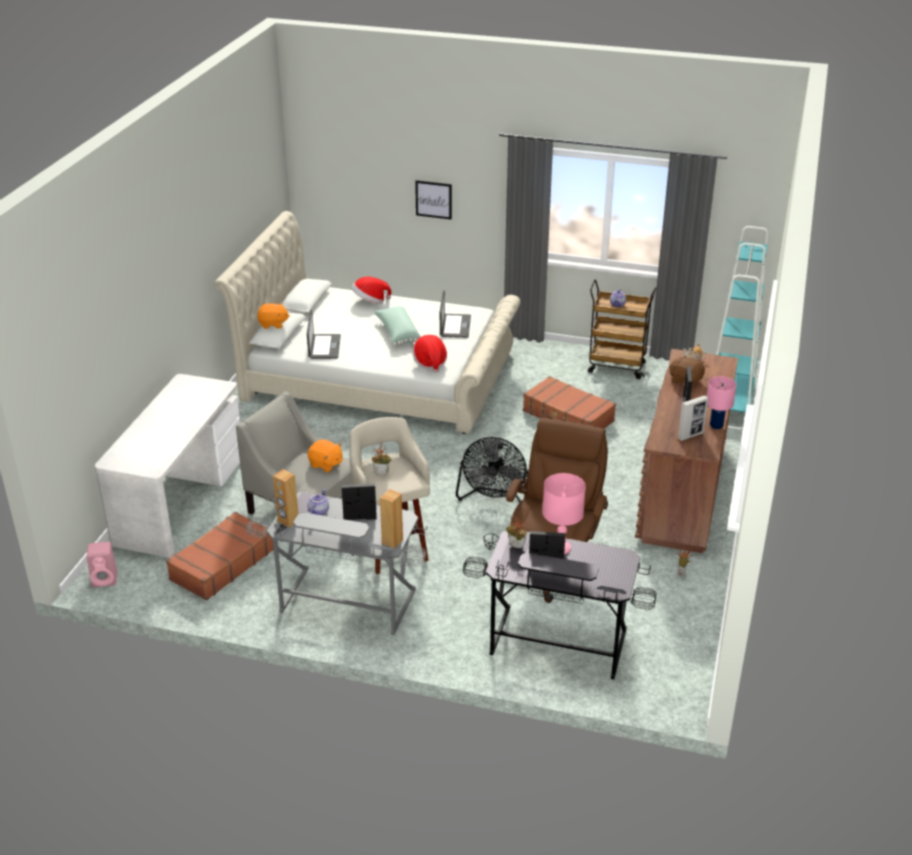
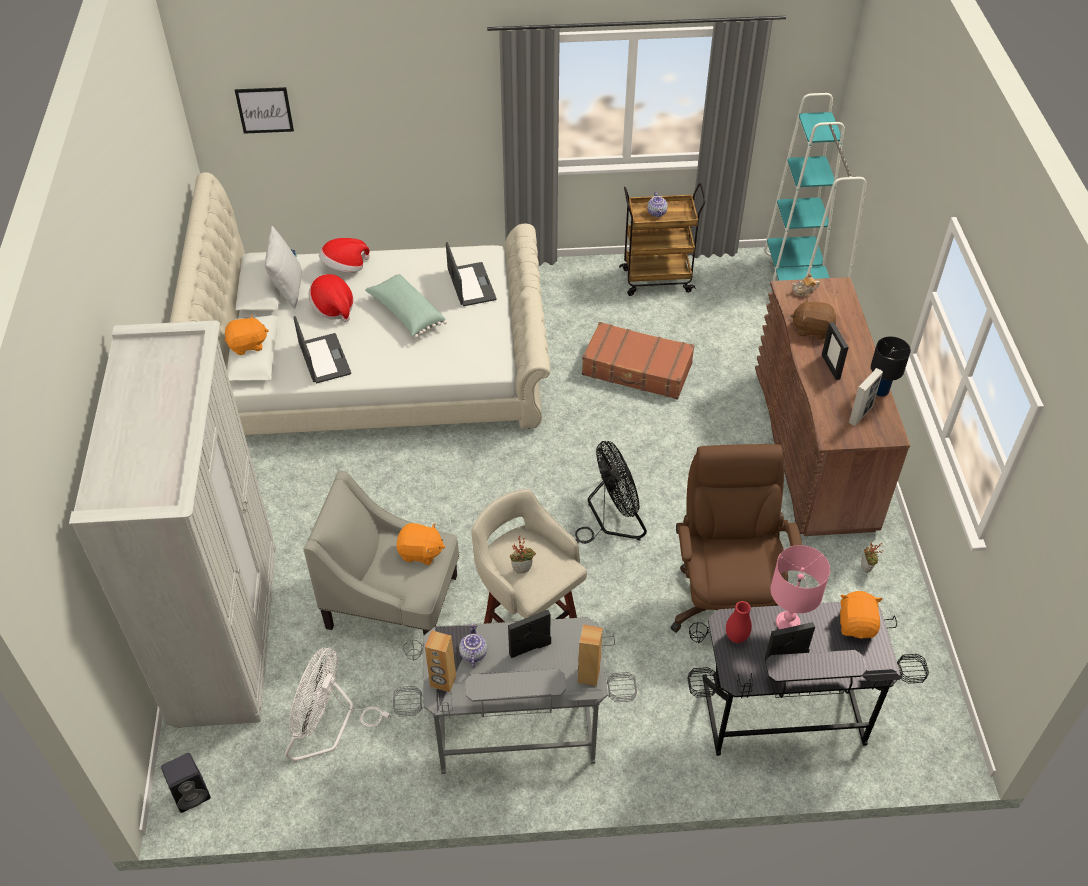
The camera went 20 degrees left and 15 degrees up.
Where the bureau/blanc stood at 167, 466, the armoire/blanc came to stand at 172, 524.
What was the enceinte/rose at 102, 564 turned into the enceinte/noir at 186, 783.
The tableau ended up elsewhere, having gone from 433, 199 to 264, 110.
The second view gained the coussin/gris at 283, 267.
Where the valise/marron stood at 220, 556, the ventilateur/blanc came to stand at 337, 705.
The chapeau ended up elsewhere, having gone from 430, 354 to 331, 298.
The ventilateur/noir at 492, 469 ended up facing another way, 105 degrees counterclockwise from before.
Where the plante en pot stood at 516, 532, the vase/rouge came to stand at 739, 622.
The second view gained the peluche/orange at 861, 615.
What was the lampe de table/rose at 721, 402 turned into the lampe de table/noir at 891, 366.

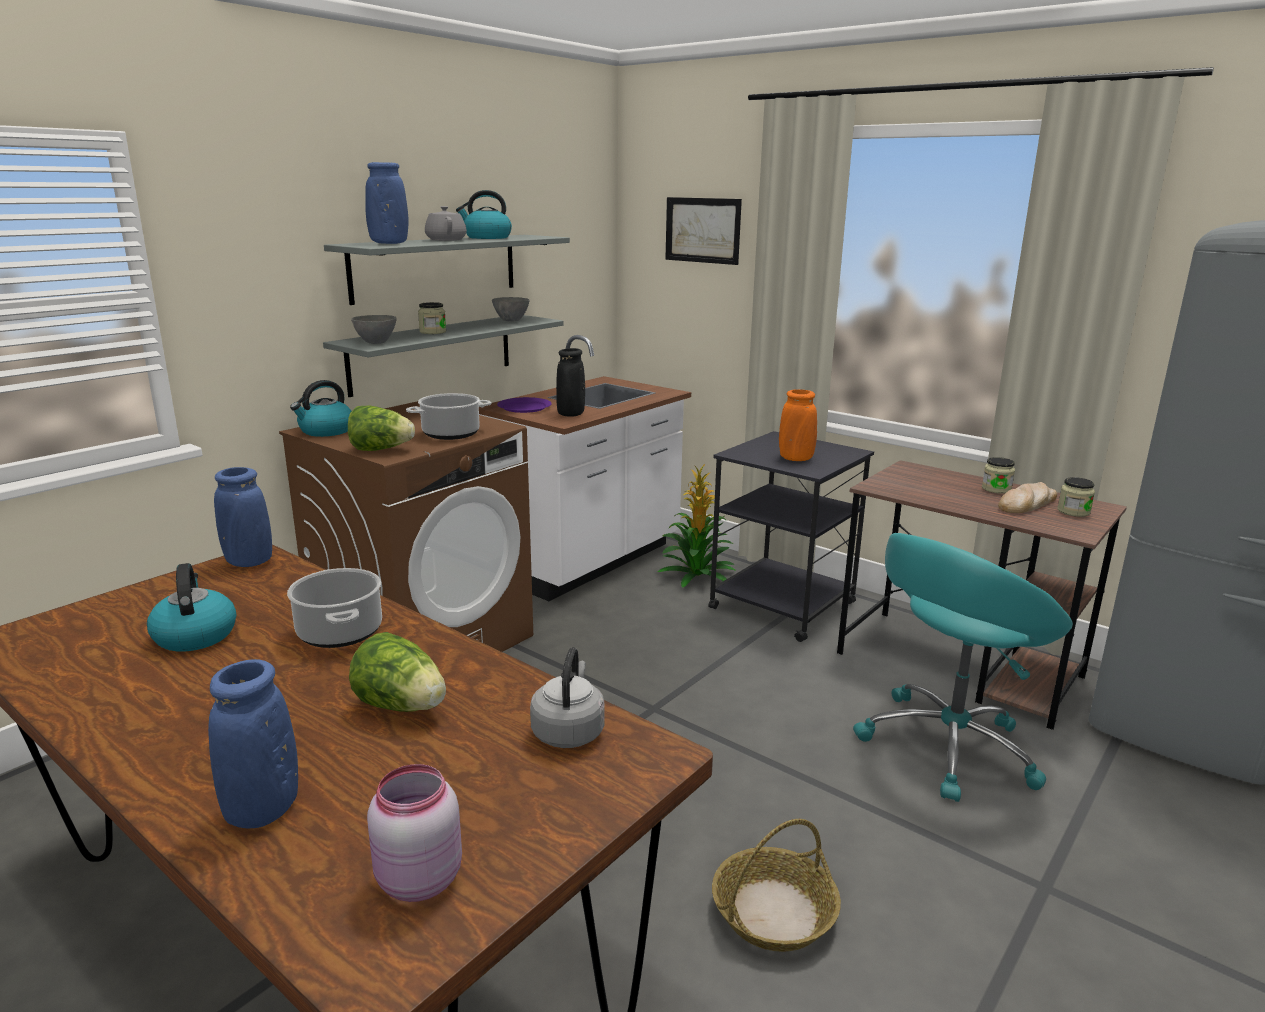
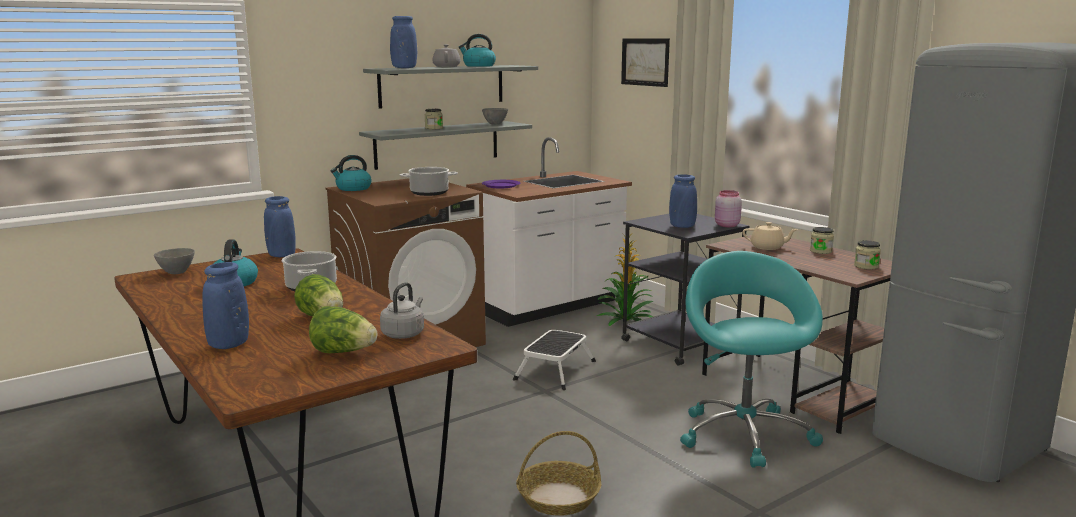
The camera went 15 degrees right and 5 degrees down.
The bol/gris ended up elsewhere, having gone from 374, 329 to 174, 261.
The laitue ended up elsewhere, having gone from 381, 428 to 343, 329.
The second view gained the escabeau/noir at 554, 360.
What was the vase/orange at 798, 425 turned into the vase/bleu at 683, 201.
The chaise de bureau/turquoise at 963, 667 ended up facing another way, 105 degrees clockwise from before.
The bocal/rose ended up elsewhere, having gone from 414, 833 to 728, 208.
The second view gained the théière/beige at 770, 236.
The second view lost the vase/noir at 570, 382.
The second view lost the pain at 1027, 497.

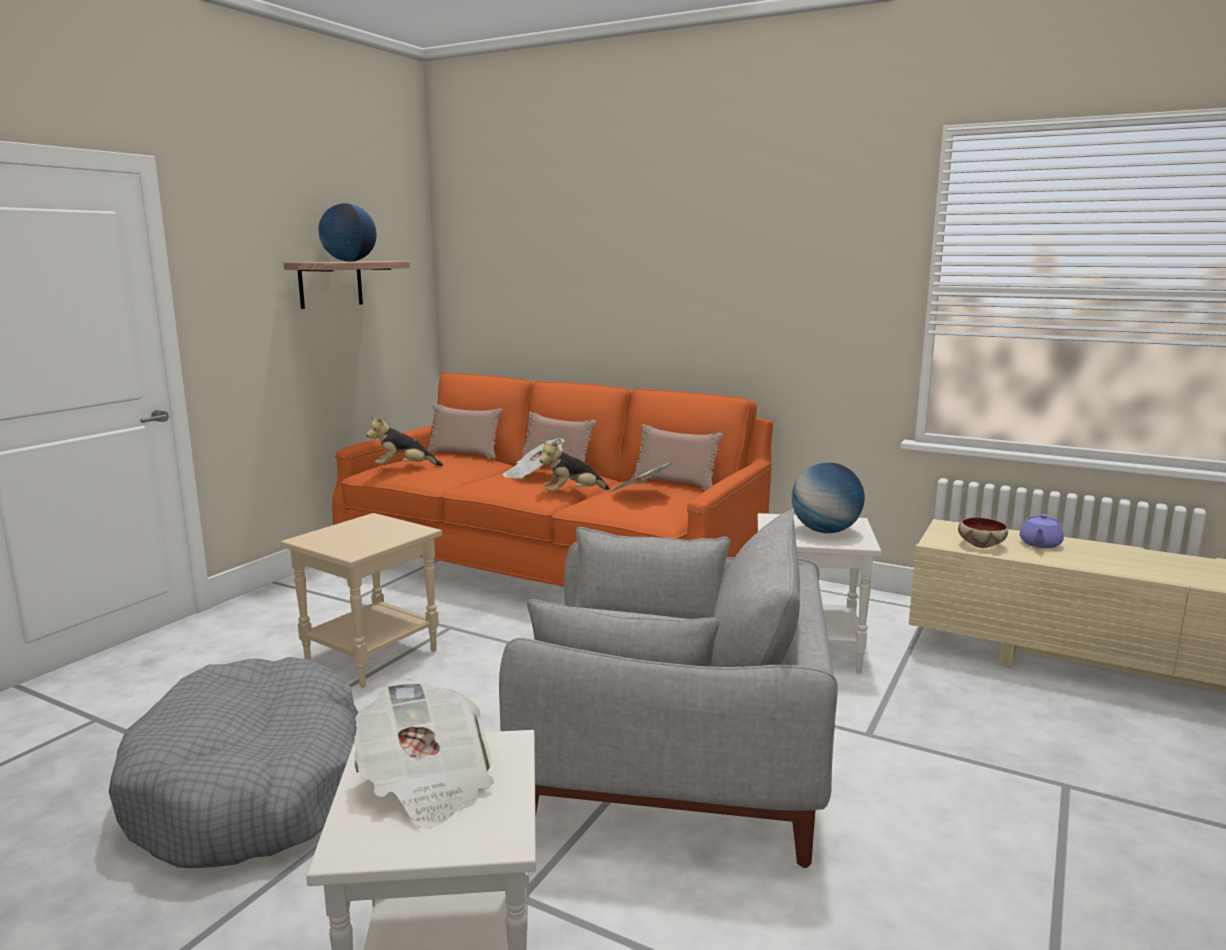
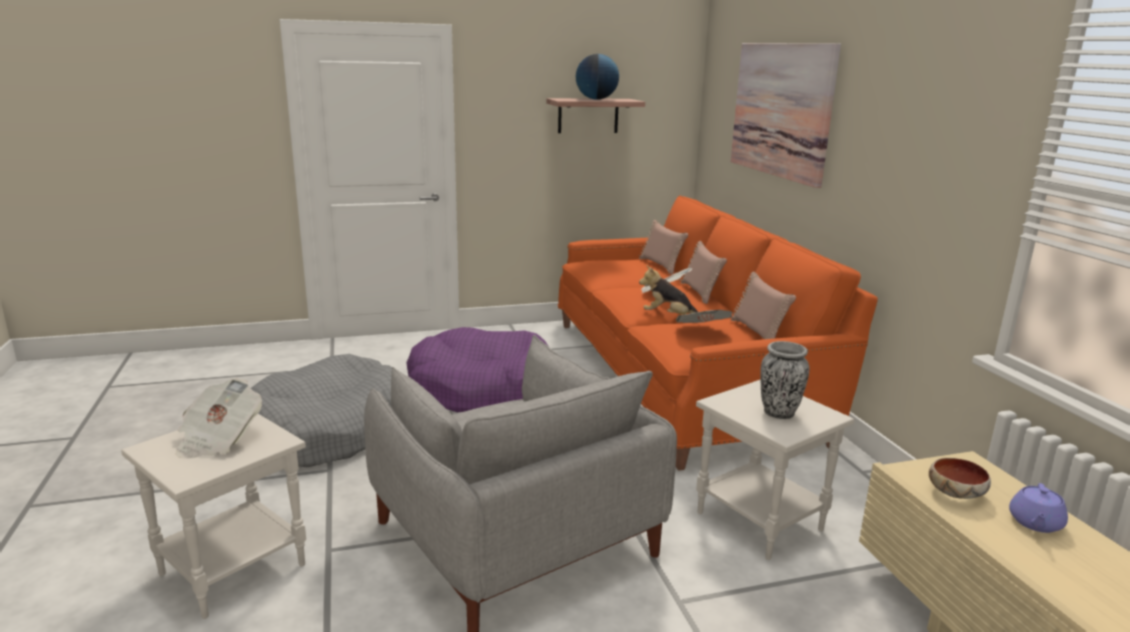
The camera went 45 degrees right and 5 degrees up.
Where the table d'appoint/beige stood at 361, 600, the panier pour chien/violet came to stand at 477, 369.
The second view gained the tableau at 786, 115.
Where the globe stood at 828, 497, the vase came to stand at 784, 380.
The théière/violet at 1042, 531 ended up facing another way, 45 degrees counterclockwise from before.
The second view lost the peluche at 404, 441.

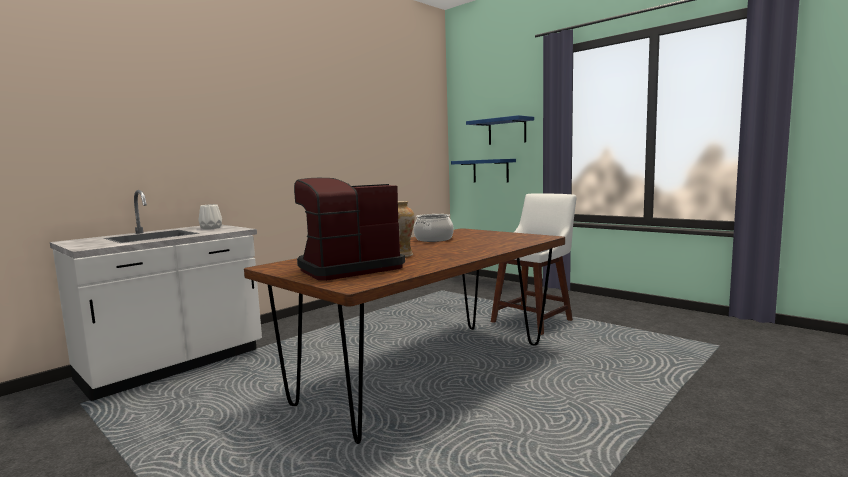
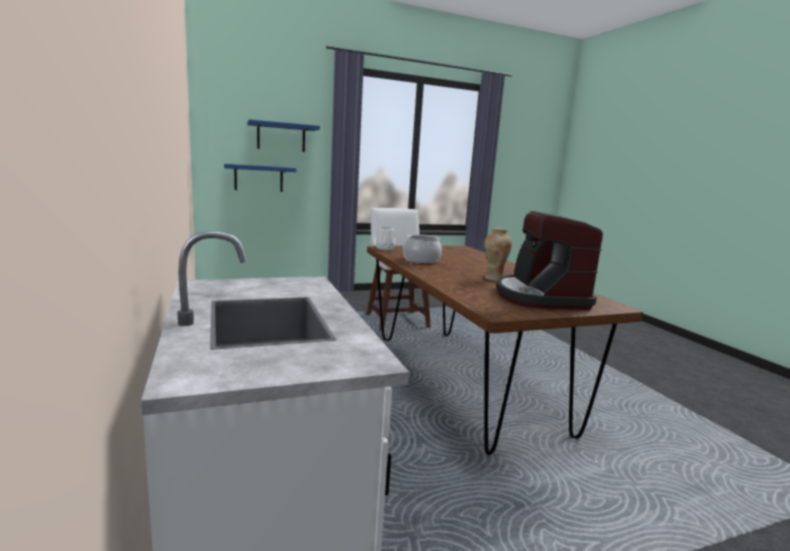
The camera went 65 degrees left and 5 degrees up.
The vase/blanc ended up elsewhere, having gone from 210, 216 to 386, 239.

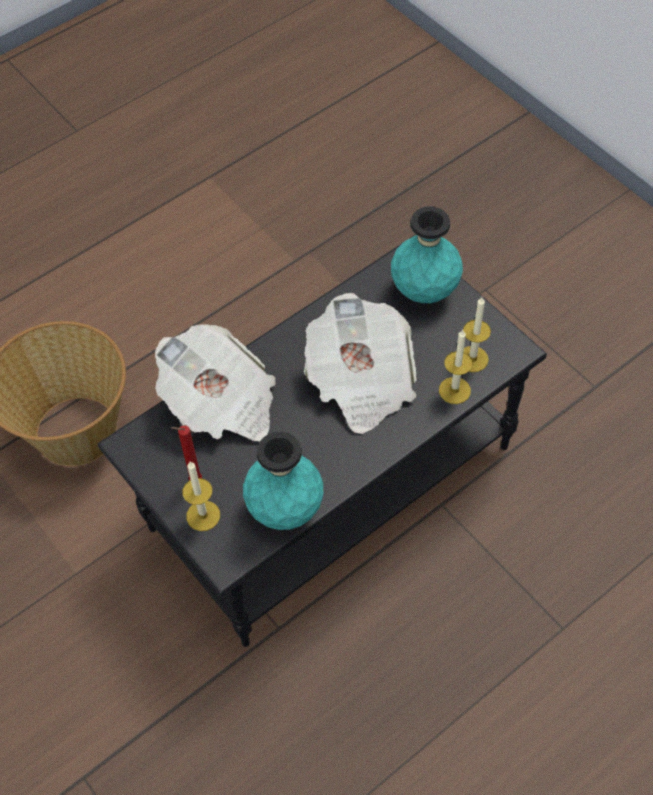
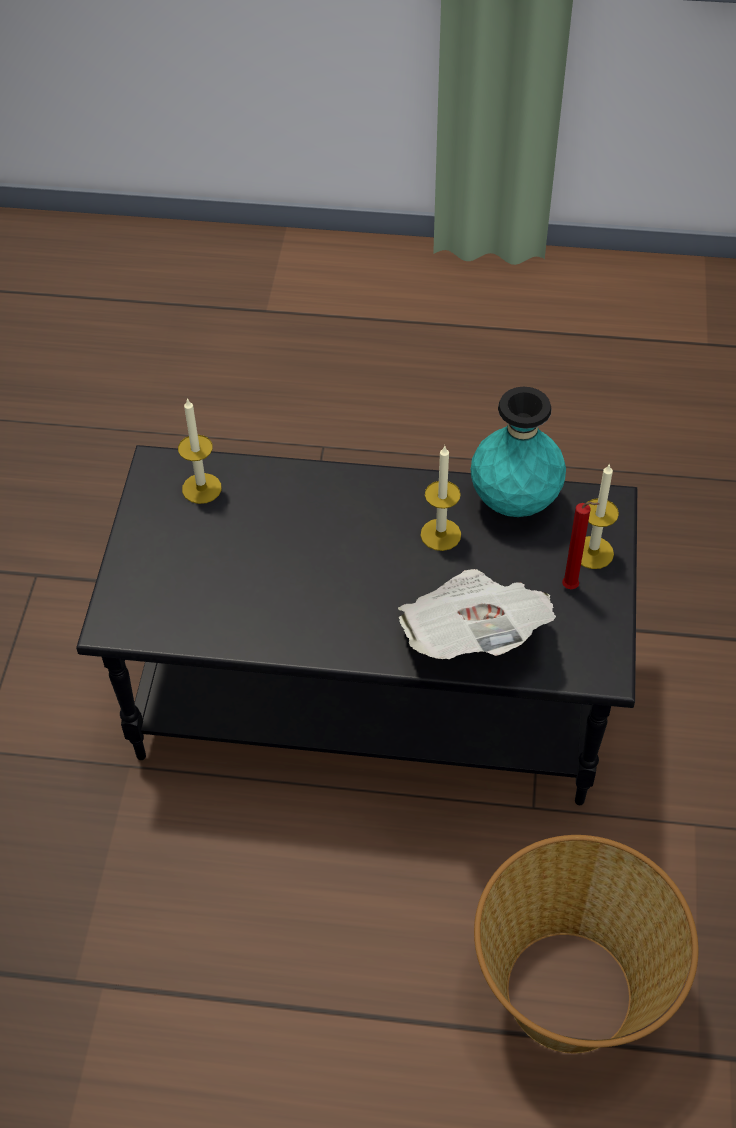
The camera went 135 degrees left and 5 degrees down.
The bougie ended up elsewhere, having gone from 456, 367 to 440, 498.
The second view lost the journal at 360, 363.
The second view lost the vase/turquoise at 427, 254.

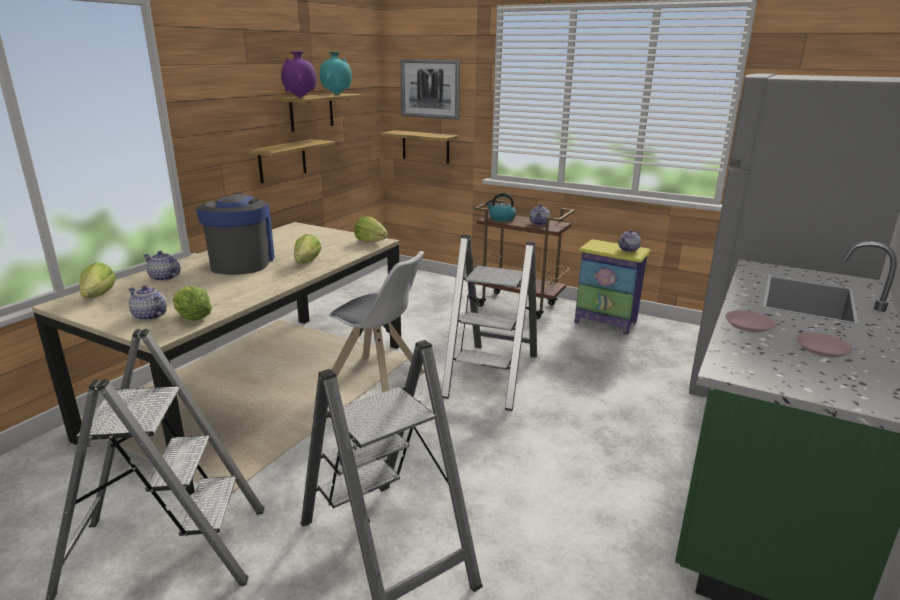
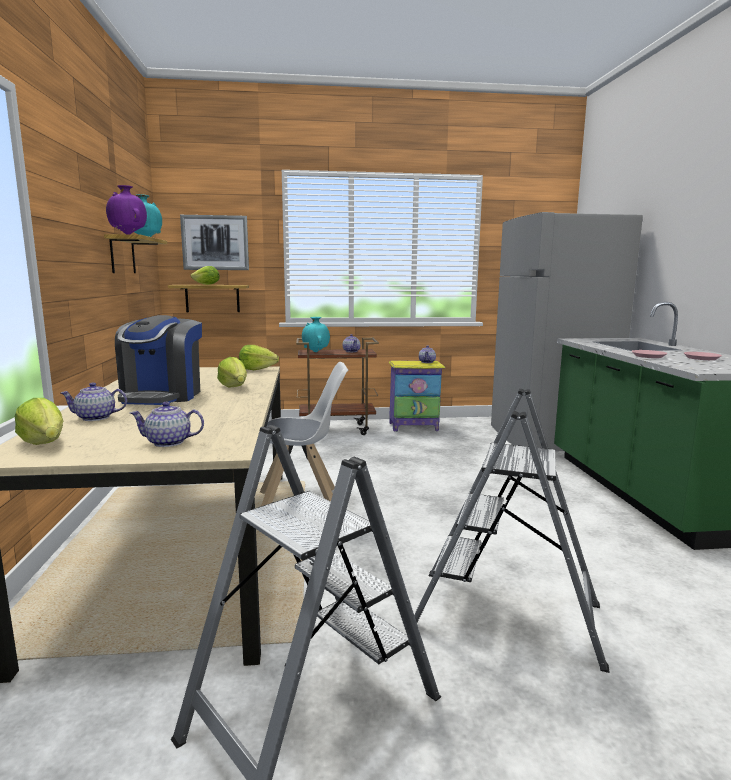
The camera went 35 degrees left and 10 degrees down.
The machine à café at 235, 234 ended up facing another way, 135 degrees counterclockwise from before.
The laitue ended up elsewhere, having gone from 192, 303 to 205, 275.
Where the bouilloire stood at 501, 207, the vase/turquoise came to stand at 316, 334.
The second view lost the étagère at 291, 161.
The second view lost the escabeau/gris at 489, 322.

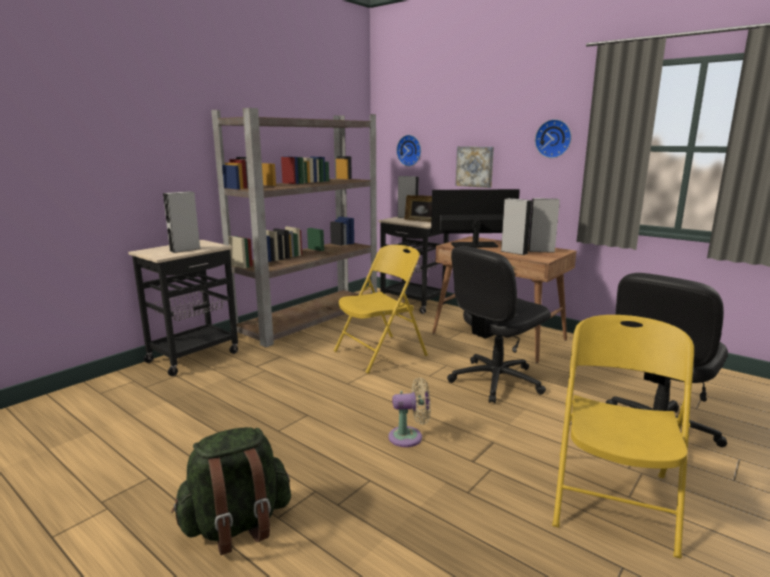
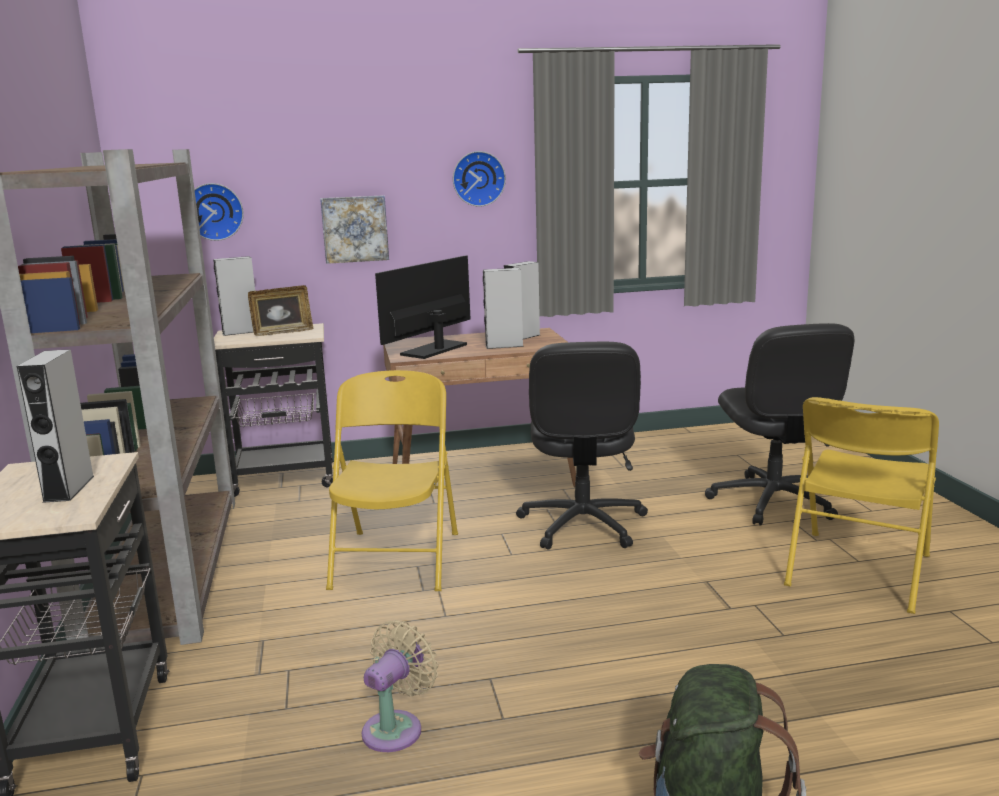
The camera went 50 degrees left and 0 degrees up.
The ventilateur/beige ended up elsewhere, having gone from 409, 412 to 400, 686.
The chaise/jaune at 623, 437 ended up facing another way, 120 degrees counterclockwise from before.

